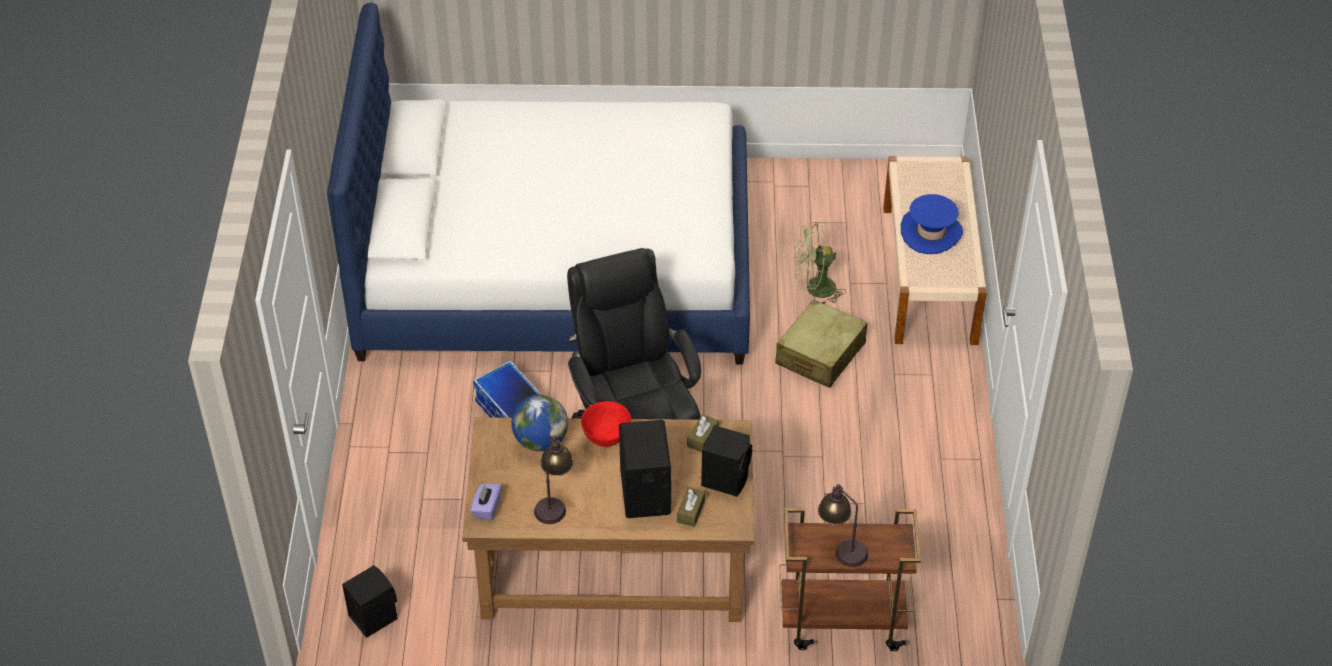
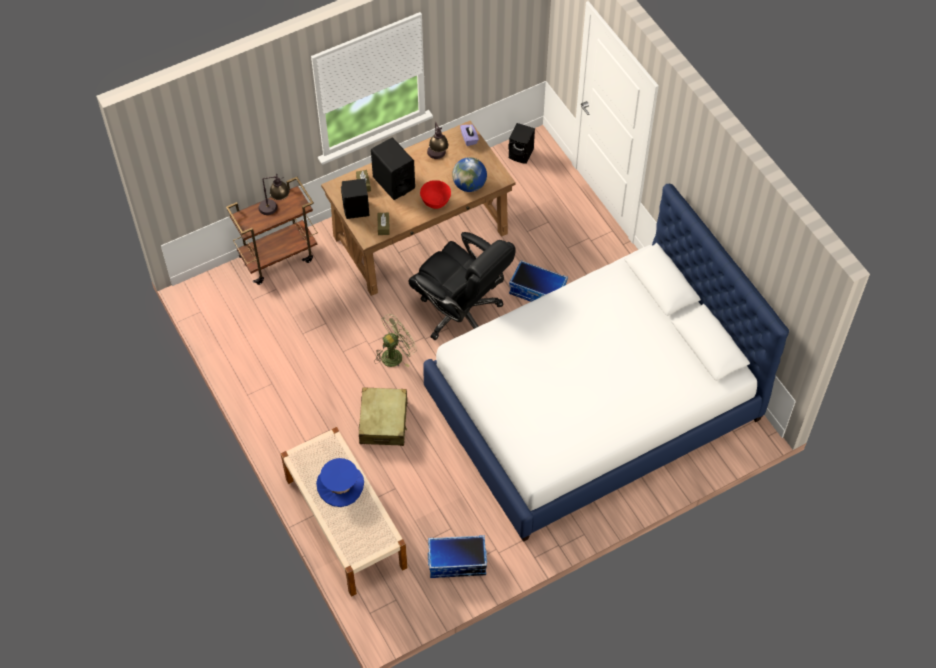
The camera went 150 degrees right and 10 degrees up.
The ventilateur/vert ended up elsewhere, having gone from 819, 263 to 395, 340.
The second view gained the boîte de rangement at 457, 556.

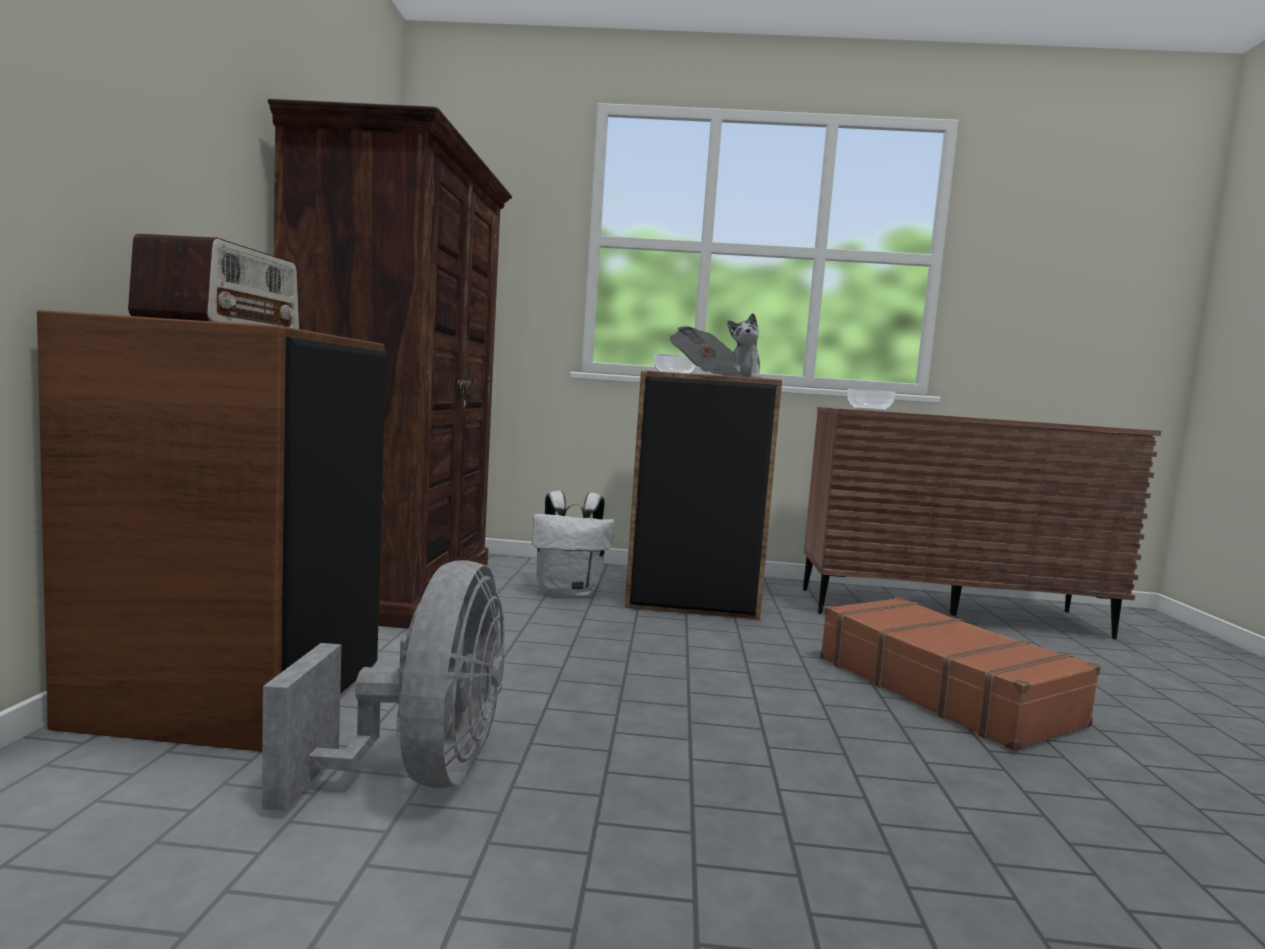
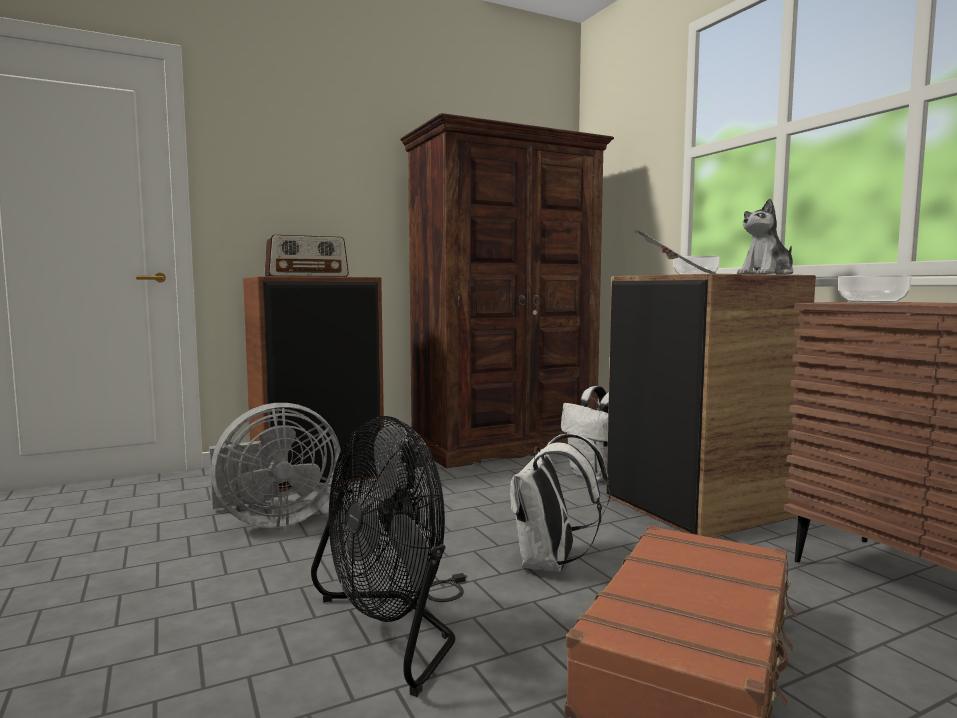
The camera went 60 degrees right and 0 degrees up.
The second view gained the ventilateur/noir at 389, 556.
The second view gained the sac à dos/blanc at 560, 502.

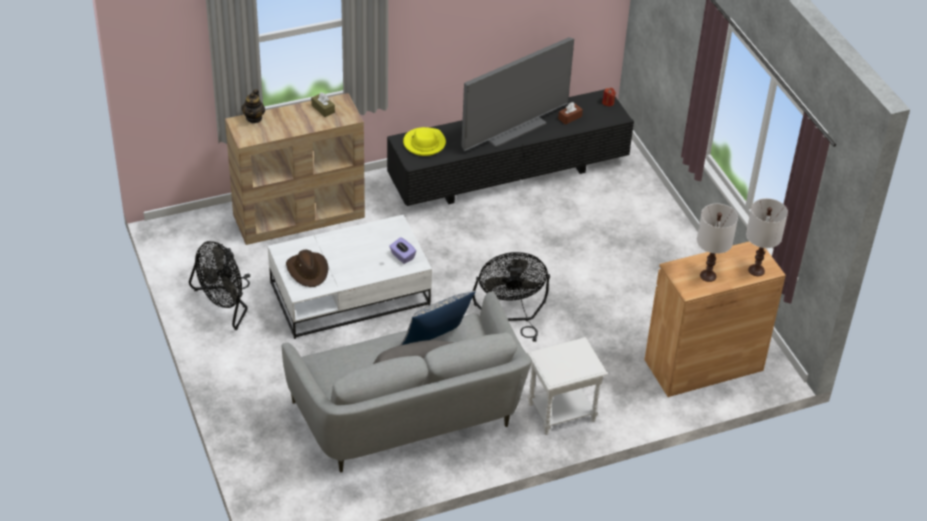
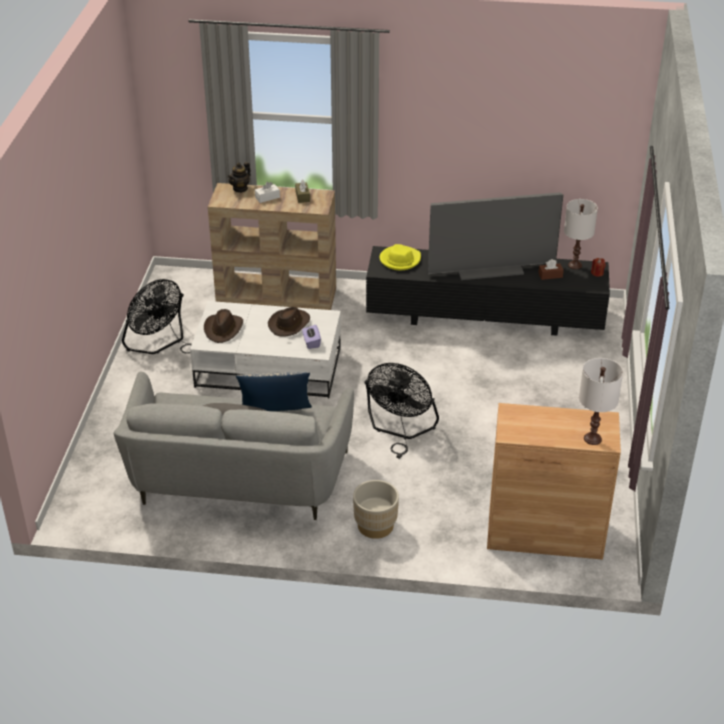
The camera went 30 degrees right and 5 degrees down.
The ventilateur/noir at 220, 285 ended up facing another way, 60 degrees clockwise from before.
The second view gained the boîte à mouchoirs/blanc at 267, 192.
The second view gained the chapeau/marron at 289, 322.
Where the table d'appoint/blanc stood at 567, 386, the cache-pot/beige came to stand at 376, 509.
The lampe de table/blanc ended up elsewhere, having gone from 717, 242 to 581, 234.

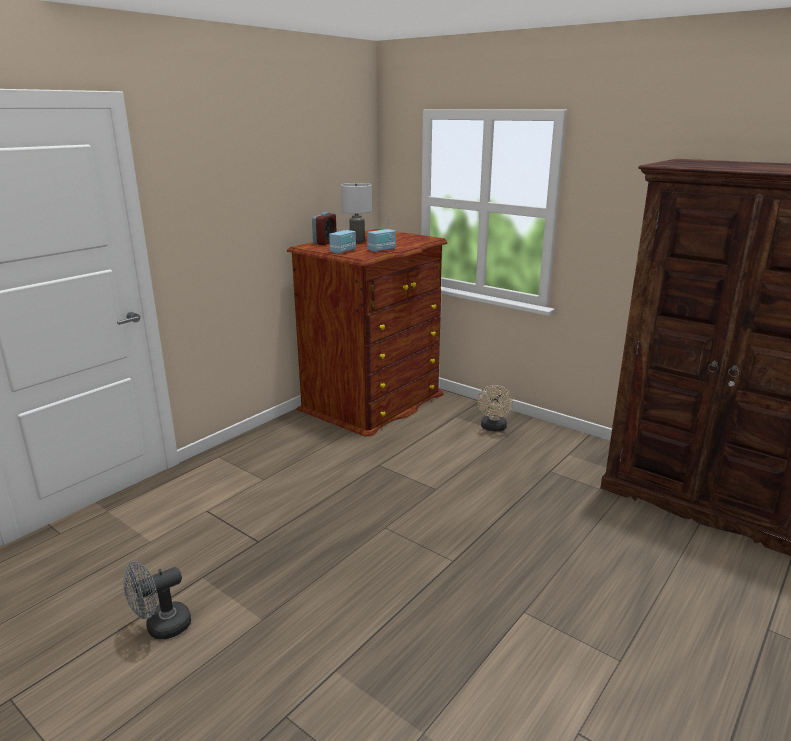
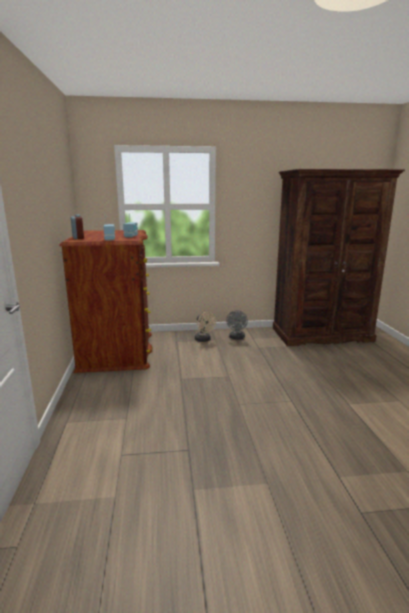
The camera went 45 degrees left and 5 degrees down.
The ventilateur/gris ended up elsewhere, having gone from 157, 600 to 237, 325.
The second view lost the lampe de table/blanc at 356, 213.

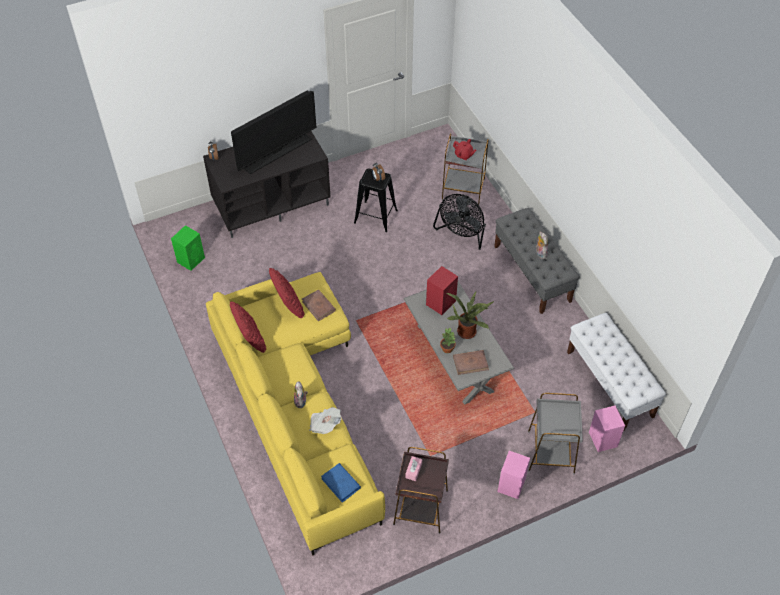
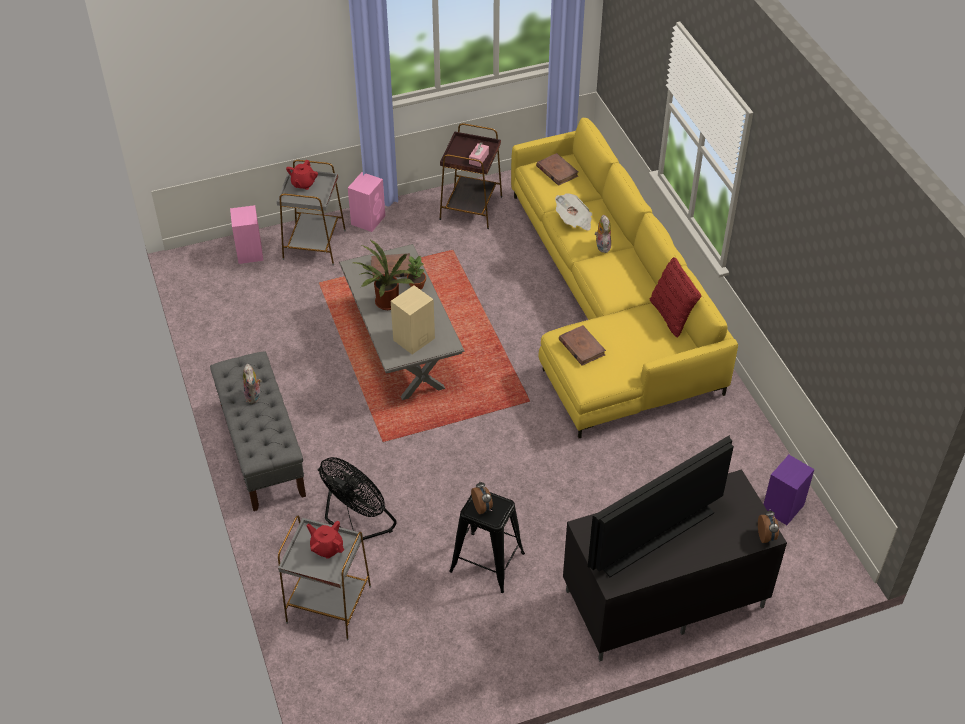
The camera went 175 degrees left and 5 degrees down.
The second view gained the théière/rouge at 302, 175.
What was the enceinte/rouge at 442, 290 turned into the enceinte/beige at 413, 319.
What was the livre/bleu at 341, 483 turned into the livre/marron at 557, 169.
What was the enceinte/vert at 188, 248 turned into the enceinte/violet at 789, 490.
The second view lost the coussin/rouge at 286, 293.
The second view lost the banc/blanc at 616, 371.

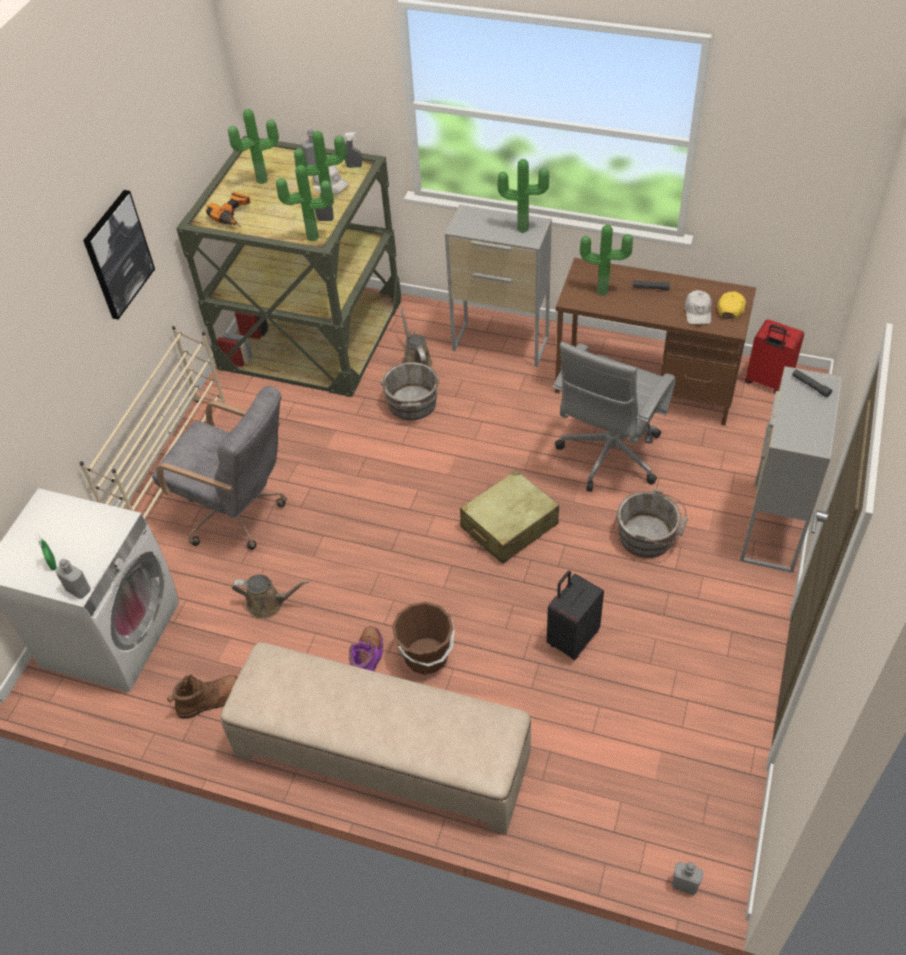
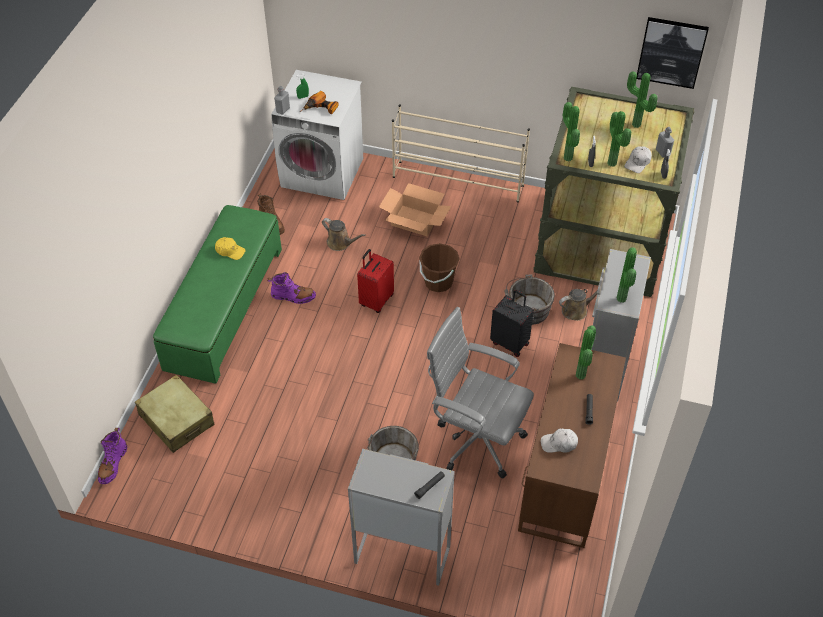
The camera went 85 degrees right and 0 degrees up.
Where the bouteille/gris stood at 687, 878, the botte/violet came to stand at 112, 456.
The valise/beige ended up elsewhere, having gone from 509, 517 to 174, 414.
What was the banc/beige at 376, 738 turned into the banc/vert at 217, 294.
The casquette/jaune ended up elsewhere, having gone from 731, 305 to 230, 248.
The perceuse ended up elsewhere, having gone from 228, 209 to 319, 102.
The arrosoir/marron at 270, 596 ended up facing another way, 60 degrees counterclockwise from before.
The valise/rouge ended up elsewhere, having gone from 774, 356 to 375, 281.
Where the chaise de bureau/gris stood at 219, 468, the carton came to stand at 415, 209.
The seau/marron ended up elsewhere, having gone from 423, 638 to 439, 267.
The valise/noir ended up elsewhere, having gone from 575, 615 to 512, 323.
The tableau ended up elsewhere, having gone from 119, 255 to 673, 53.

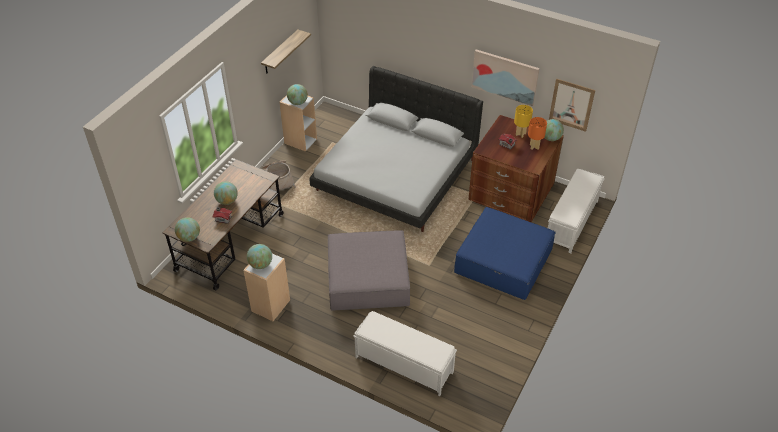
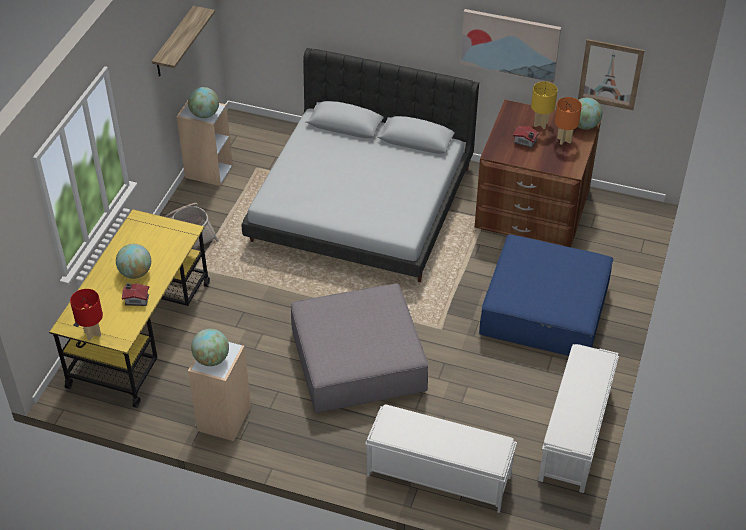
The camera went 10 degrees left and 0 degrees up.
What was the bureau/marron at 223, 224 turned into the bureau/jaune at 129, 308.
Where the globe stood at 187, 229, the lampe de table/rouge came to stand at 86, 314.
The banc/blanc ended up elsewhere, having gone from 576, 211 to 578, 418.

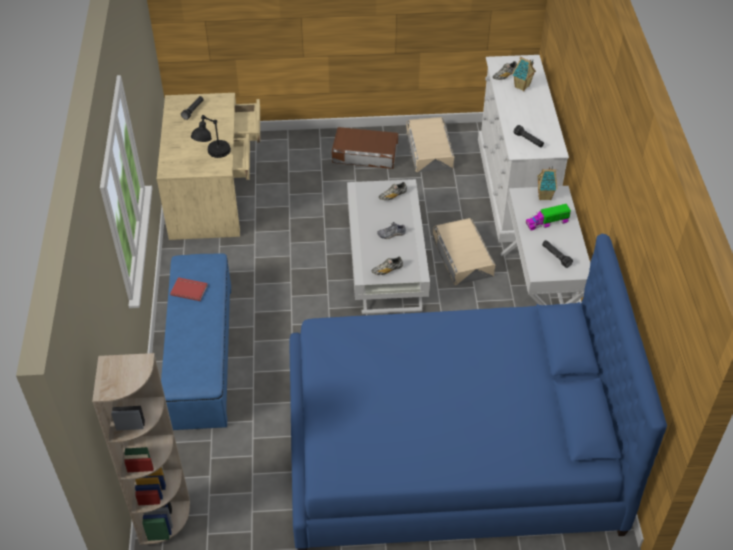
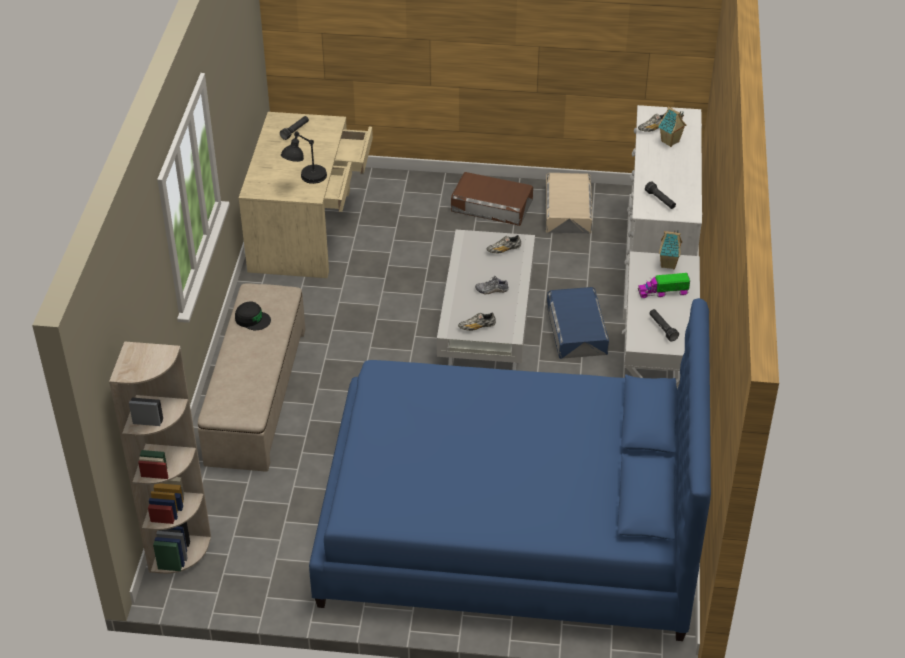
The camera went 10 degrees right and 5 degrees down.
What was the banc/bleu at 196, 341 turned into the banc/beige at 252, 377.
Where the livre/rouge stood at 189, 289, the casquette/noir came to stand at 253, 315.
What was the boîte de rangement/beige at 464, 251 turned into the boîte de rangement/bleu at 578, 323.

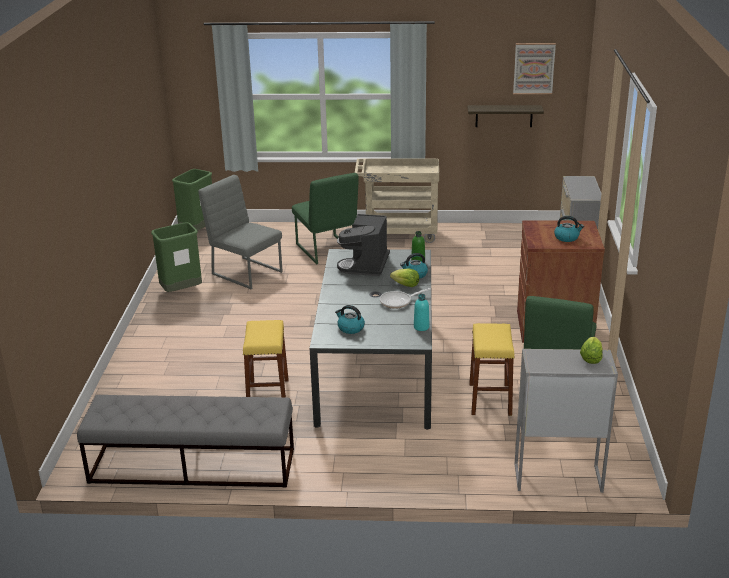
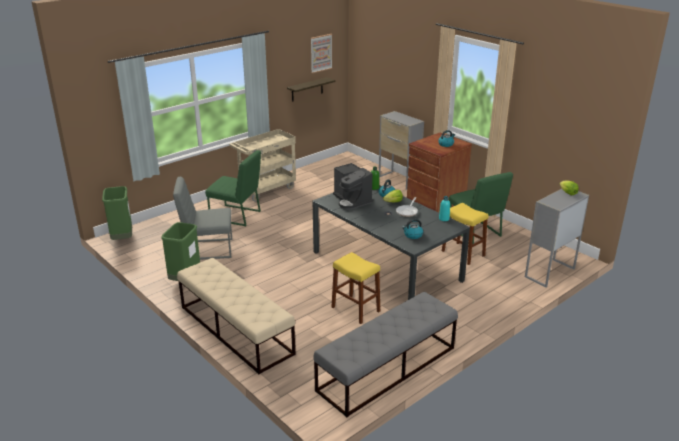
The camera went 45 degrees left and 0 degrees up.
The second view gained the banc/beige at 236, 316.

